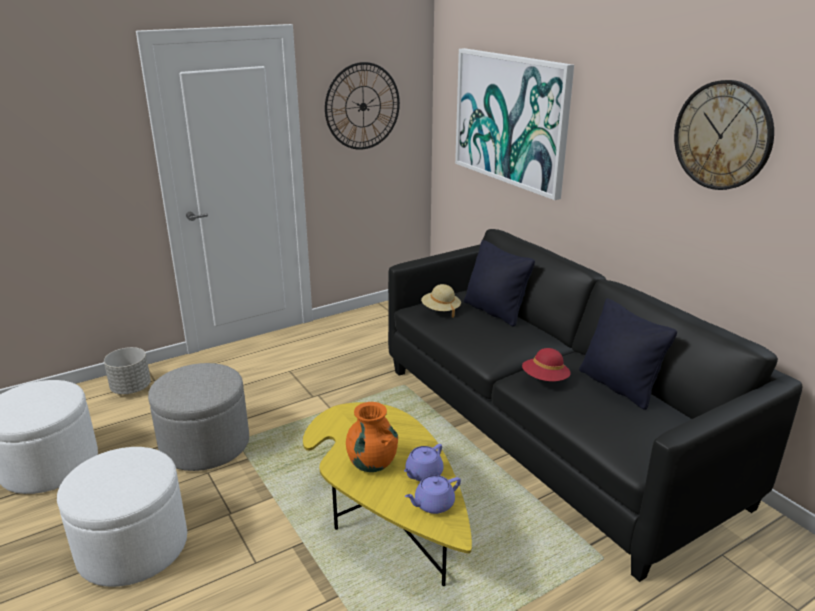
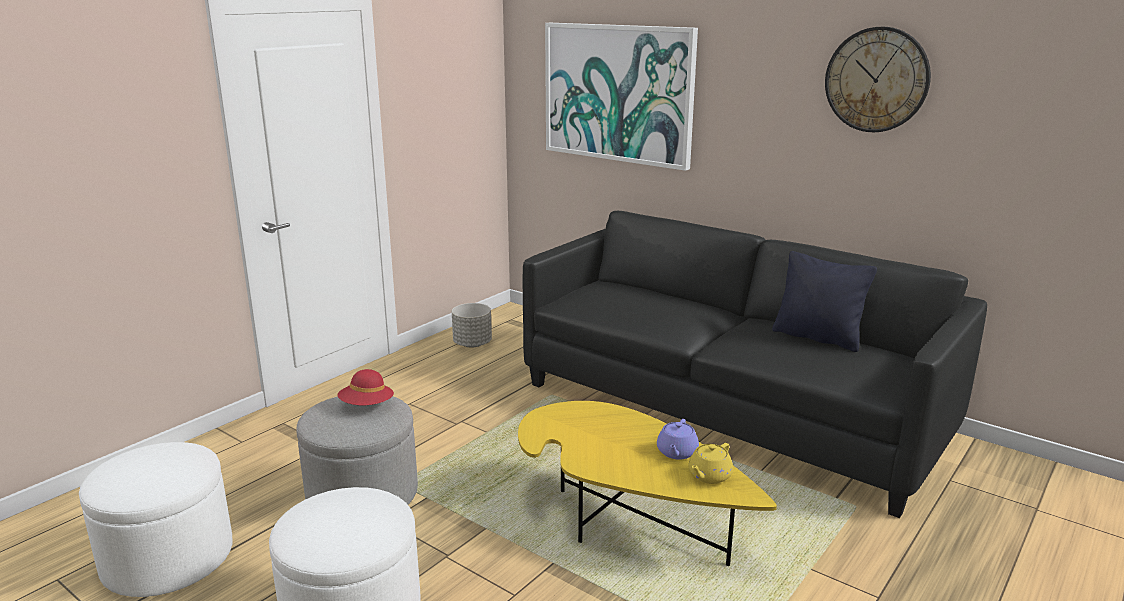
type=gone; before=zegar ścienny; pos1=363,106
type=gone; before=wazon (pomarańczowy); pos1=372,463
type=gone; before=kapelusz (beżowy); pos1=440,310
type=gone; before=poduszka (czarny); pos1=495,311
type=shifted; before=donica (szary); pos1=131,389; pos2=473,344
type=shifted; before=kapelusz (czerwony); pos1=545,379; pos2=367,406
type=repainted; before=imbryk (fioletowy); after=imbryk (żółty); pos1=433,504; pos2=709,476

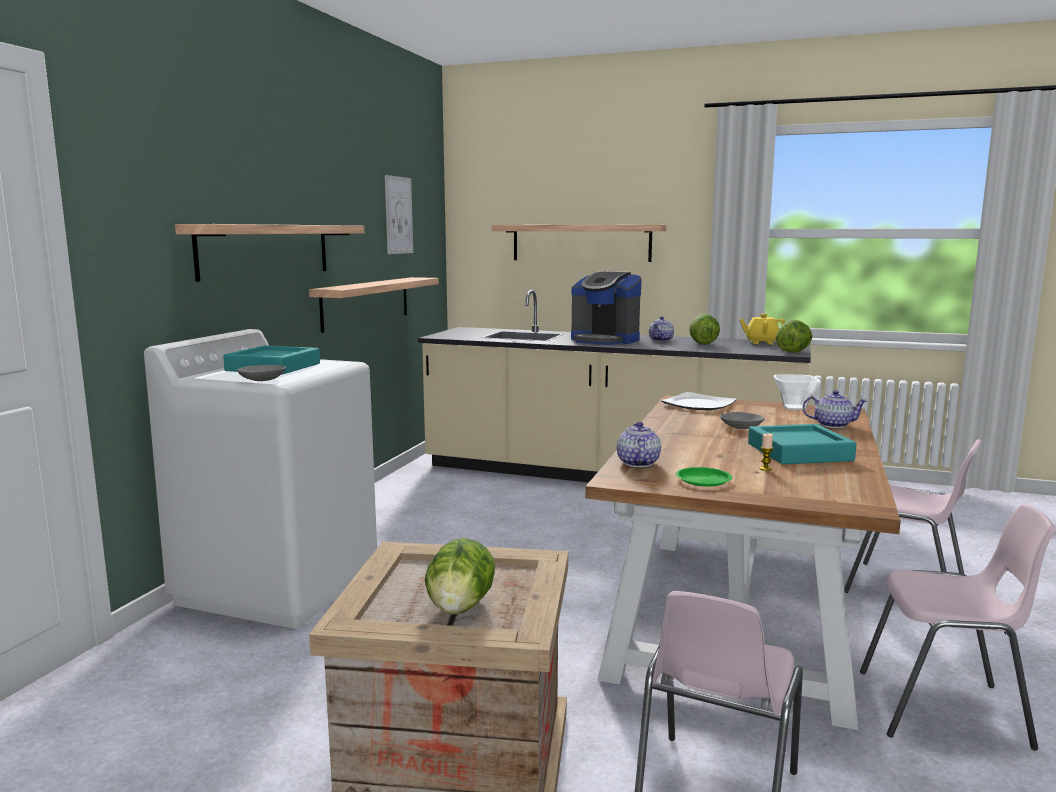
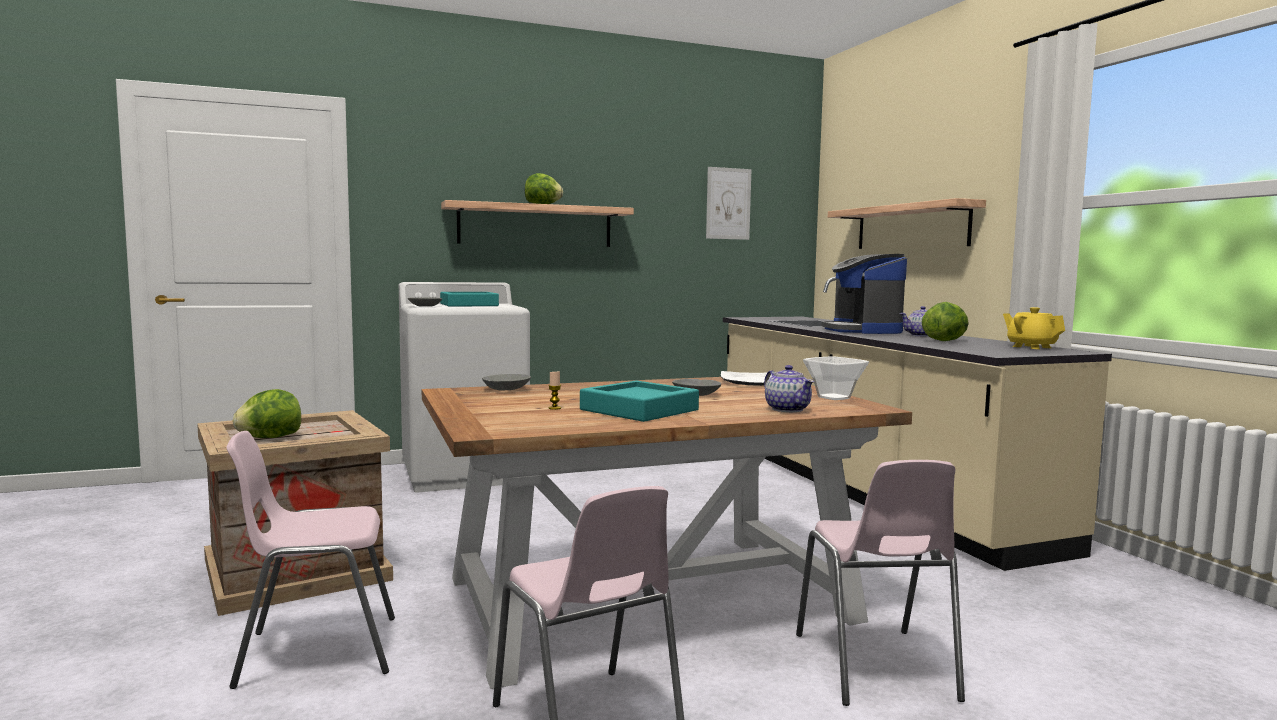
type=gone; before=półka; pos1=366,302
type=gone; before=talerz (zielony); pos1=703,480
type=shifted; before=sałata; pos1=793,352; pos2=542,204
type=swapped; before=imbryk; after=miska (szary); pos1=637,463; pos2=505,389

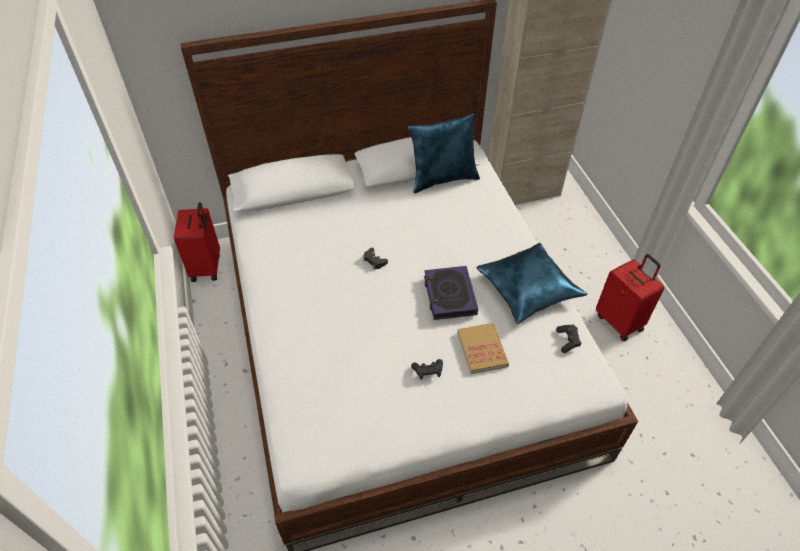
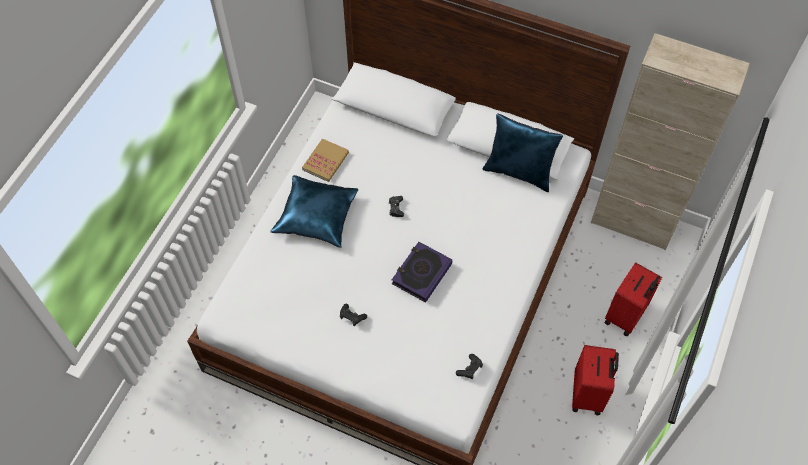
type=shifted; before=walizka (czerwony); pos1=207,267; pos2=626,316
type=shifted; before=książka; pos1=482,349; pos2=325,161
type=shifted; before=poduszka (niebieski); pos1=528,288; pos2=317,216

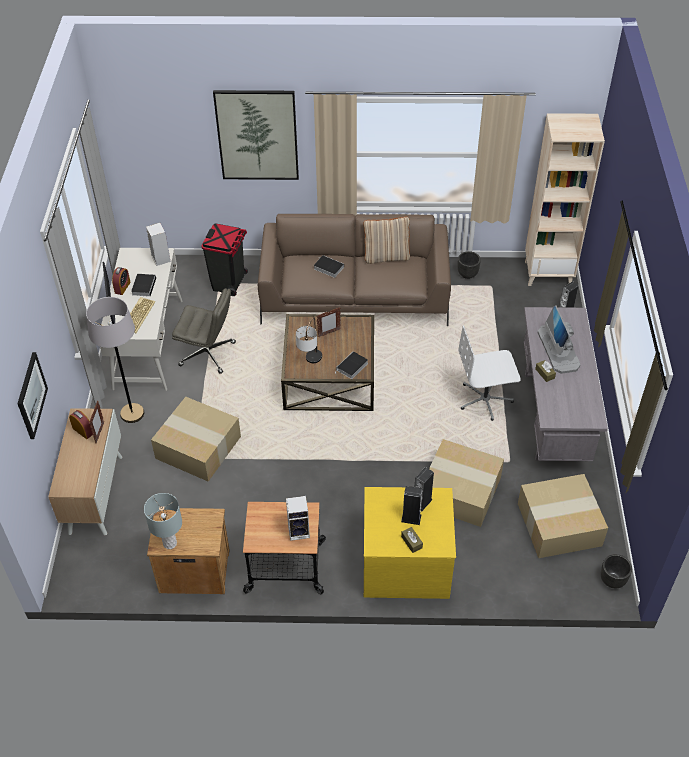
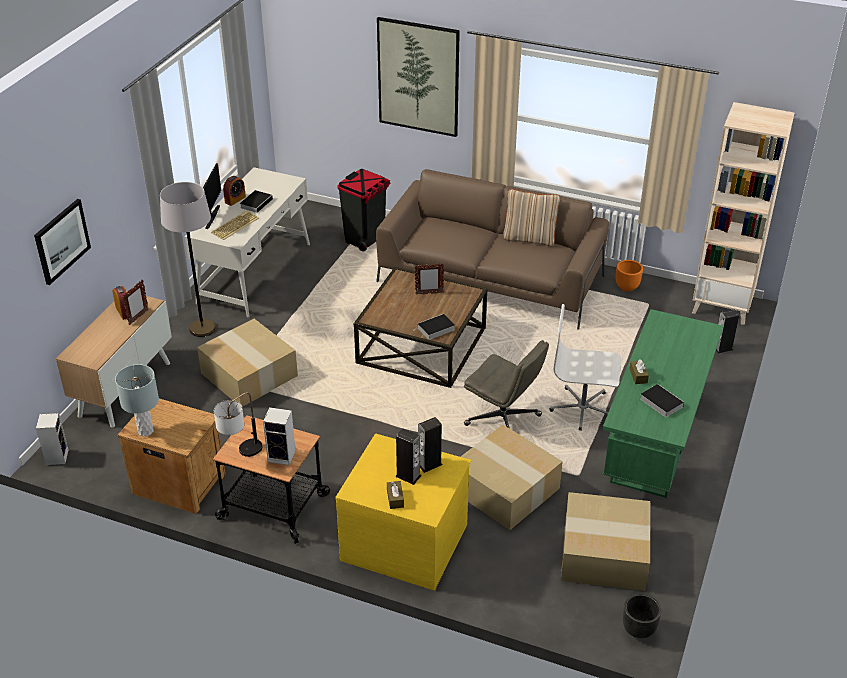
type=gone; before=monitor; pos1=558,349
type=shifted; before=głośnik; pos1=160,258; pos2=57,456
type=shifted; before=krzesło biurowe (szary); pos1=208,354; pos2=504,420
type=shifted; before=lampa stołowa; pos1=310,363; pos2=241,454
type=shifted; before=książka; pos1=327,267; pos2=660,402
type=repainted; before=donica (czarny); after=donica (pomarańczowy); pos1=467,274; pos2=627,287
type=repainted; before=biurko (szary); after=biurko (zielony); pos1=553,416; pos2=654,445

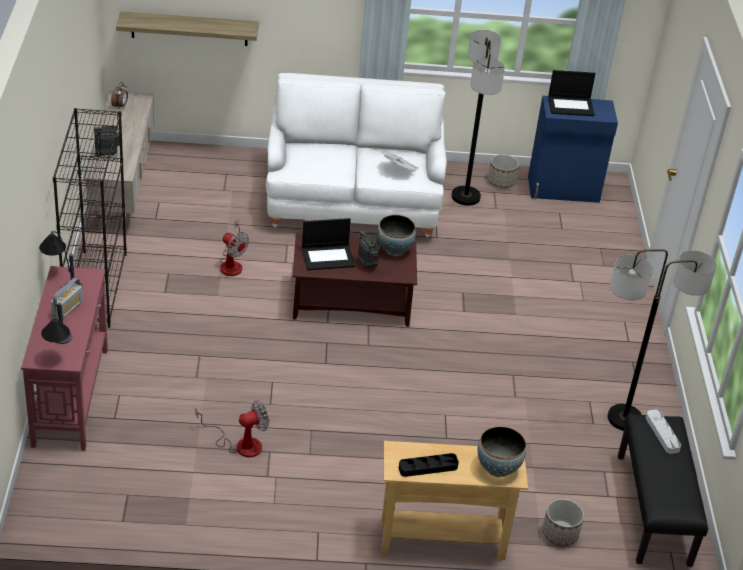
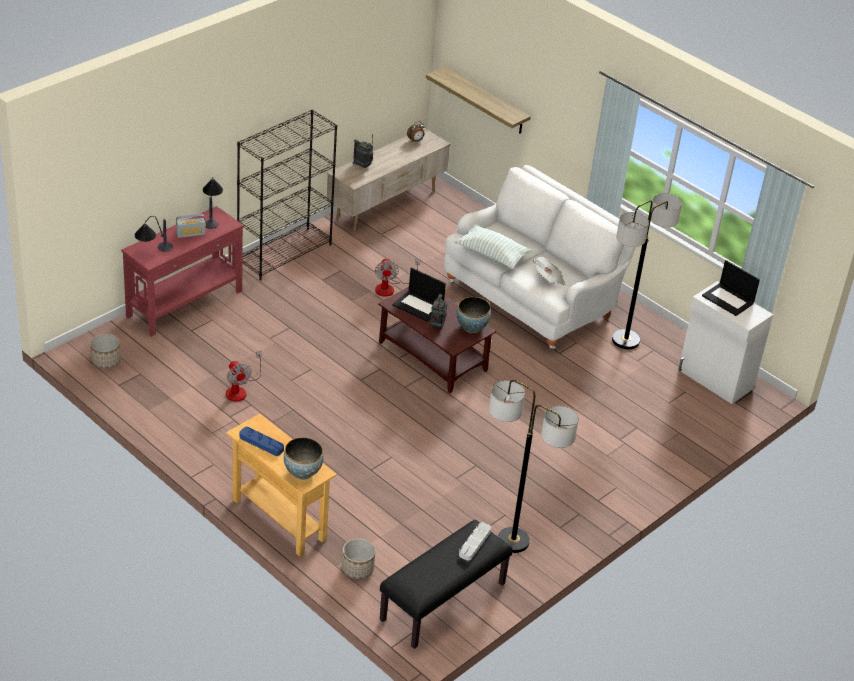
type=new; after=poduszka; pos2=492,254
type=shifted; before=donica; pos1=501,181; pos2=106,361
type=repainted; before=taca (czarny); after=taca (niebieski); pos1=428,467; pos2=261,443
type=repainted; before=szafka (niebieski); after=szafka (biały); pos1=564,190; pos2=715,379
type=rotated; before=wentylator; pos1=240,444; pos2=240,390; turn=45

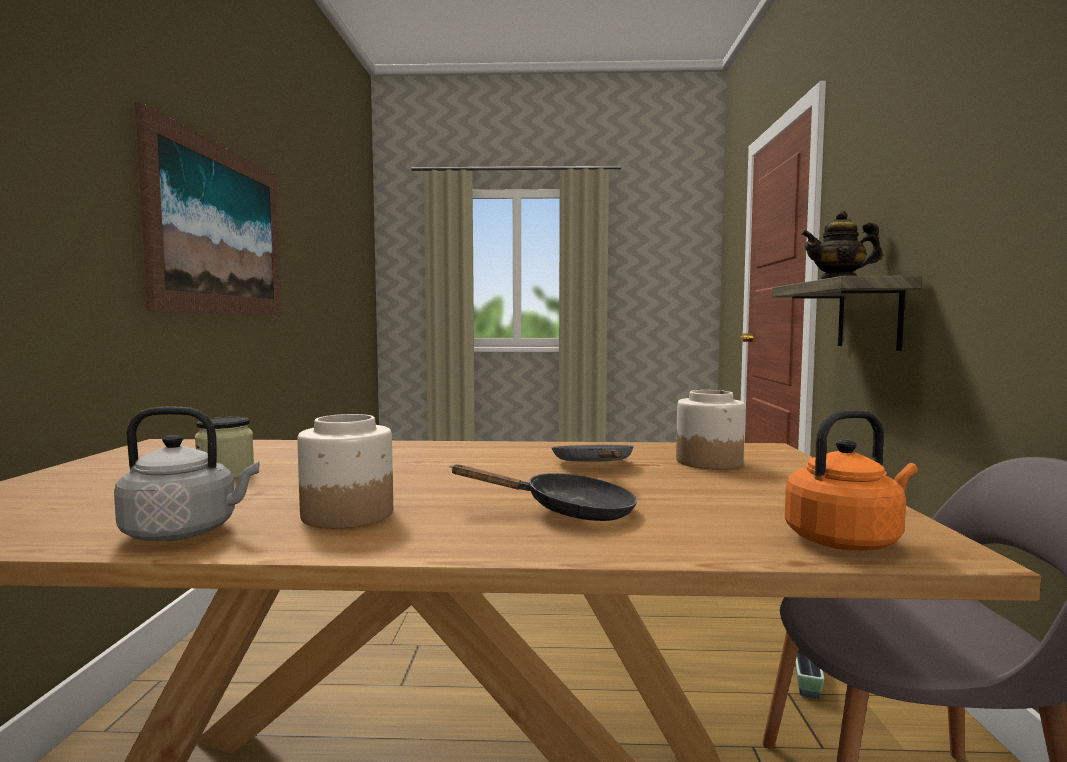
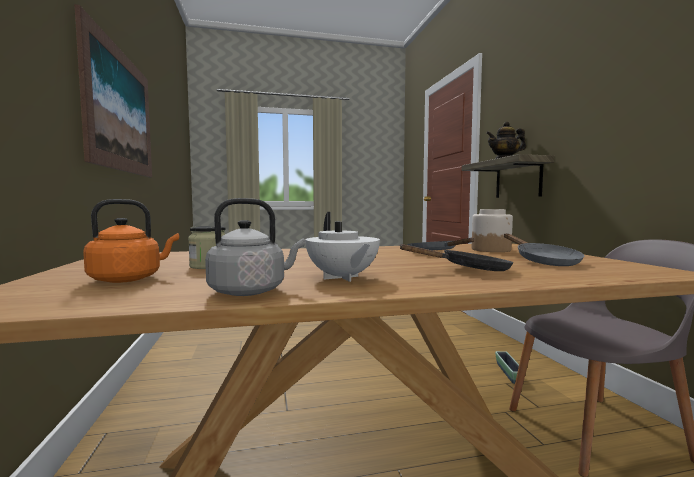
type=new; after=patelnia (szary); pos2=543,261
type=shifted; before=czajnik (pomarańczowy); pos1=846,540; pos2=129,279
type=swapped; before=słoik; after=imbryk (biały); pos1=346,515; pos2=342,278

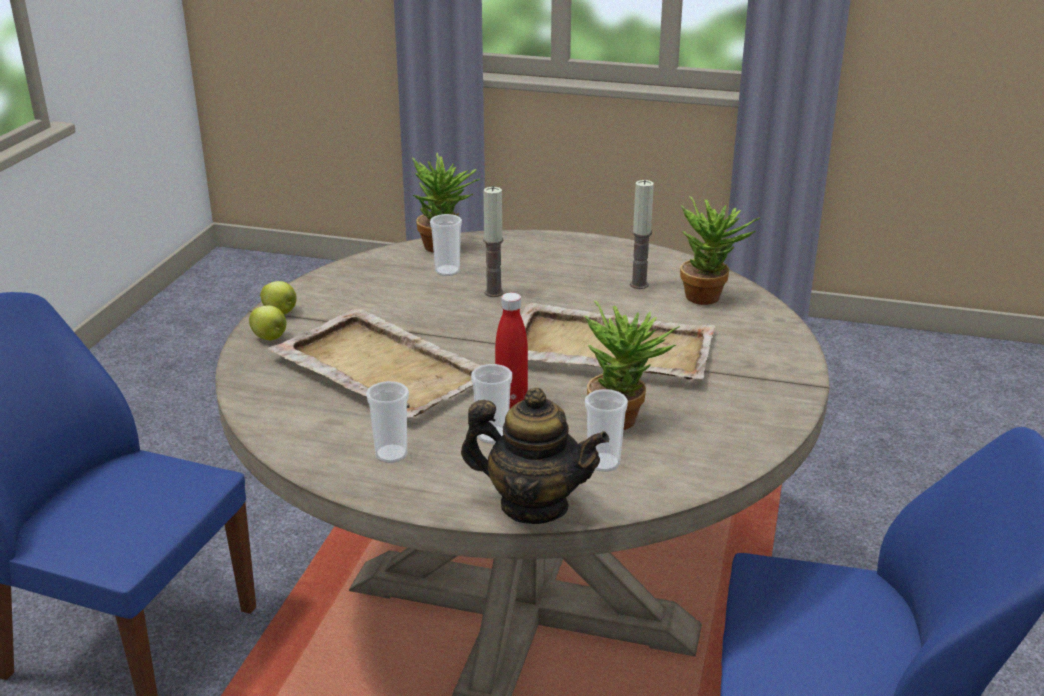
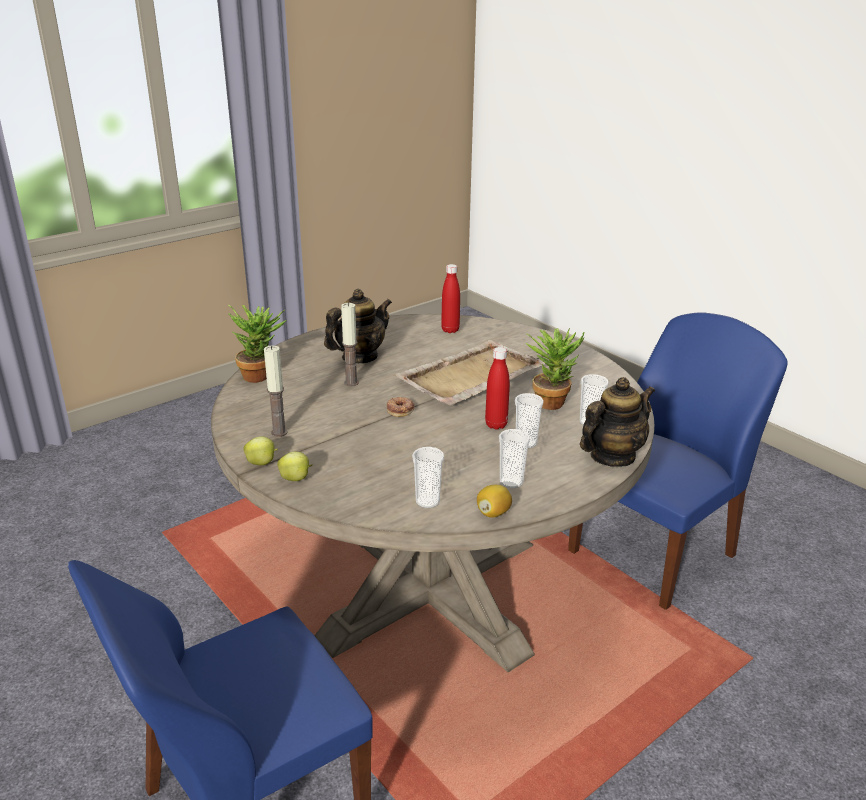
type=gone; before=taca (beżowy); pos1=381,368
type=new; after=imbryk; pos2=359,357
type=new; after=donut; pos2=400,409
type=new; after=cytryna; pos2=493,513
type=shifted; before=filiżanka; pos1=447,271; pos2=427,501
type=shifted; before=świeca; pos1=639,284; pos2=279,432
type=swapped; before=roślina doniczkowa; after=butelka (czerwony); pos1=710,297; pos2=450,330

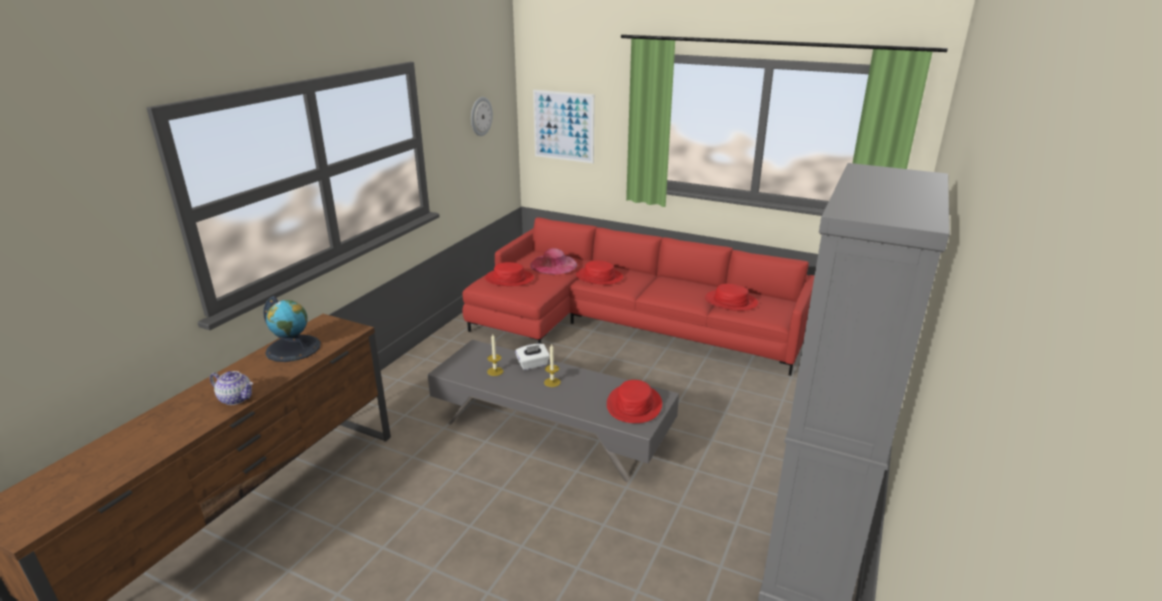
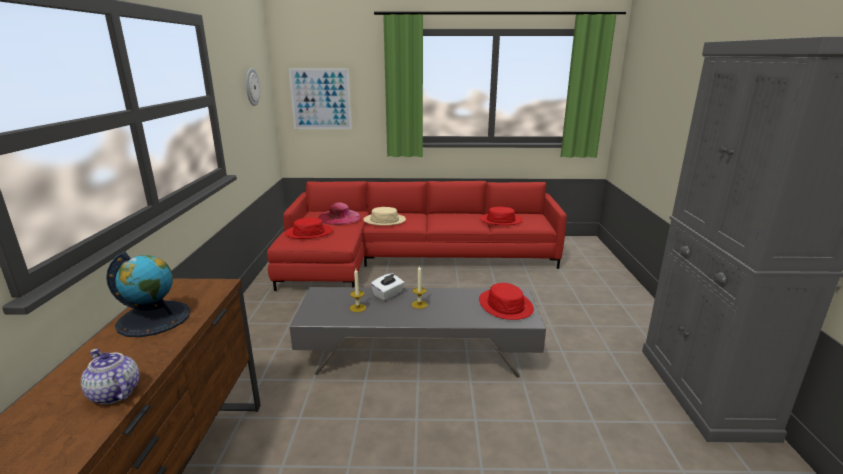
type=repainted; before=kapelusz (czerwony); after=kapelusz (beżowy); pos1=599,277; pos2=384,220
type=rotated; before=imbryk; pos1=236,398; pos2=114,393; turn=-135

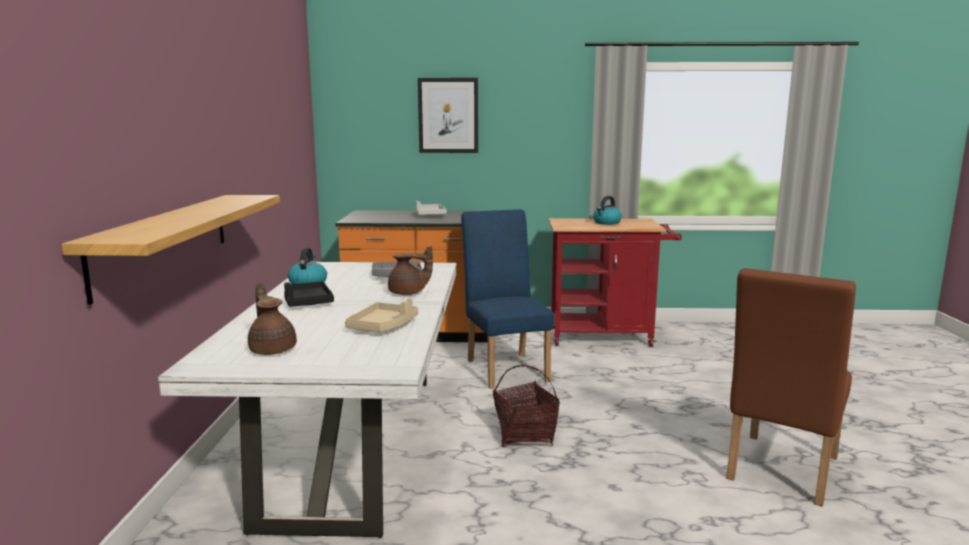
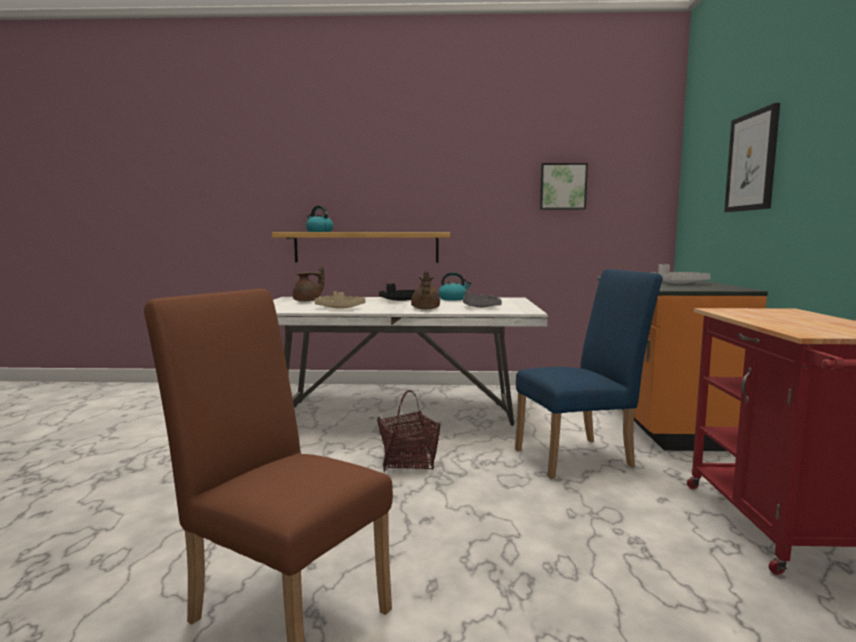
type=new; after=obraz; pos2=562,186
type=shifted; before=czajnik; pos1=606,223; pos2=319,231

